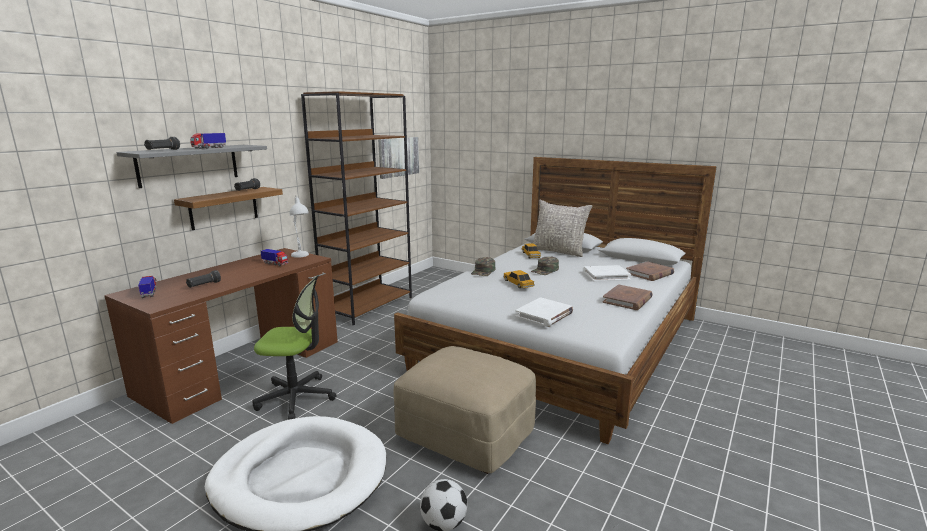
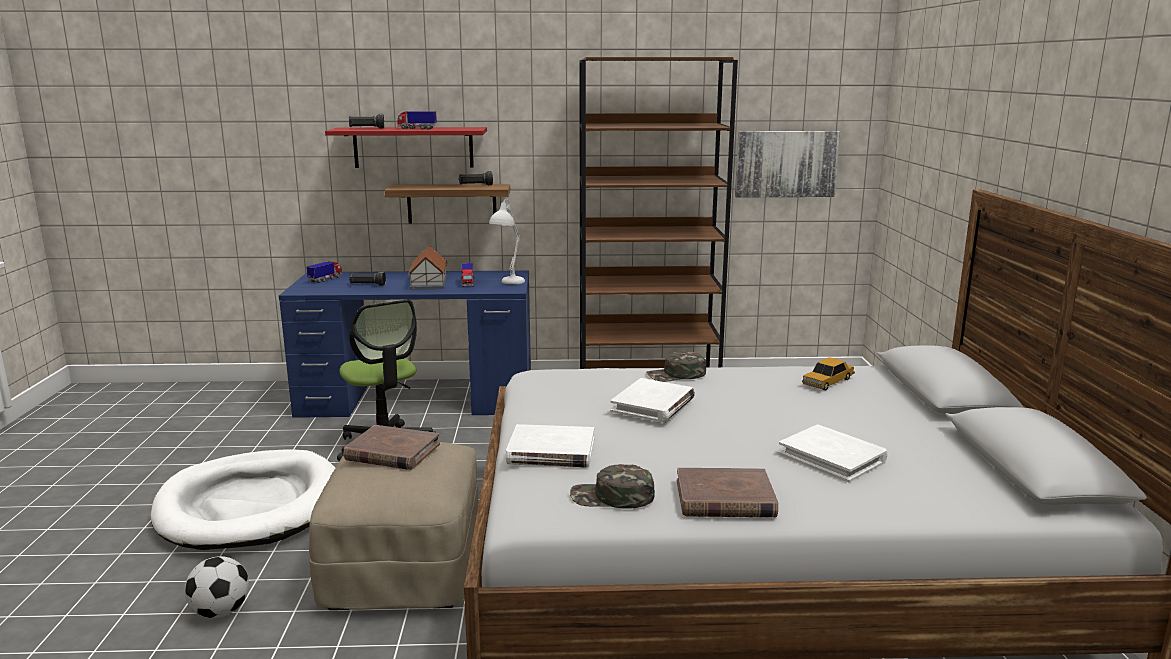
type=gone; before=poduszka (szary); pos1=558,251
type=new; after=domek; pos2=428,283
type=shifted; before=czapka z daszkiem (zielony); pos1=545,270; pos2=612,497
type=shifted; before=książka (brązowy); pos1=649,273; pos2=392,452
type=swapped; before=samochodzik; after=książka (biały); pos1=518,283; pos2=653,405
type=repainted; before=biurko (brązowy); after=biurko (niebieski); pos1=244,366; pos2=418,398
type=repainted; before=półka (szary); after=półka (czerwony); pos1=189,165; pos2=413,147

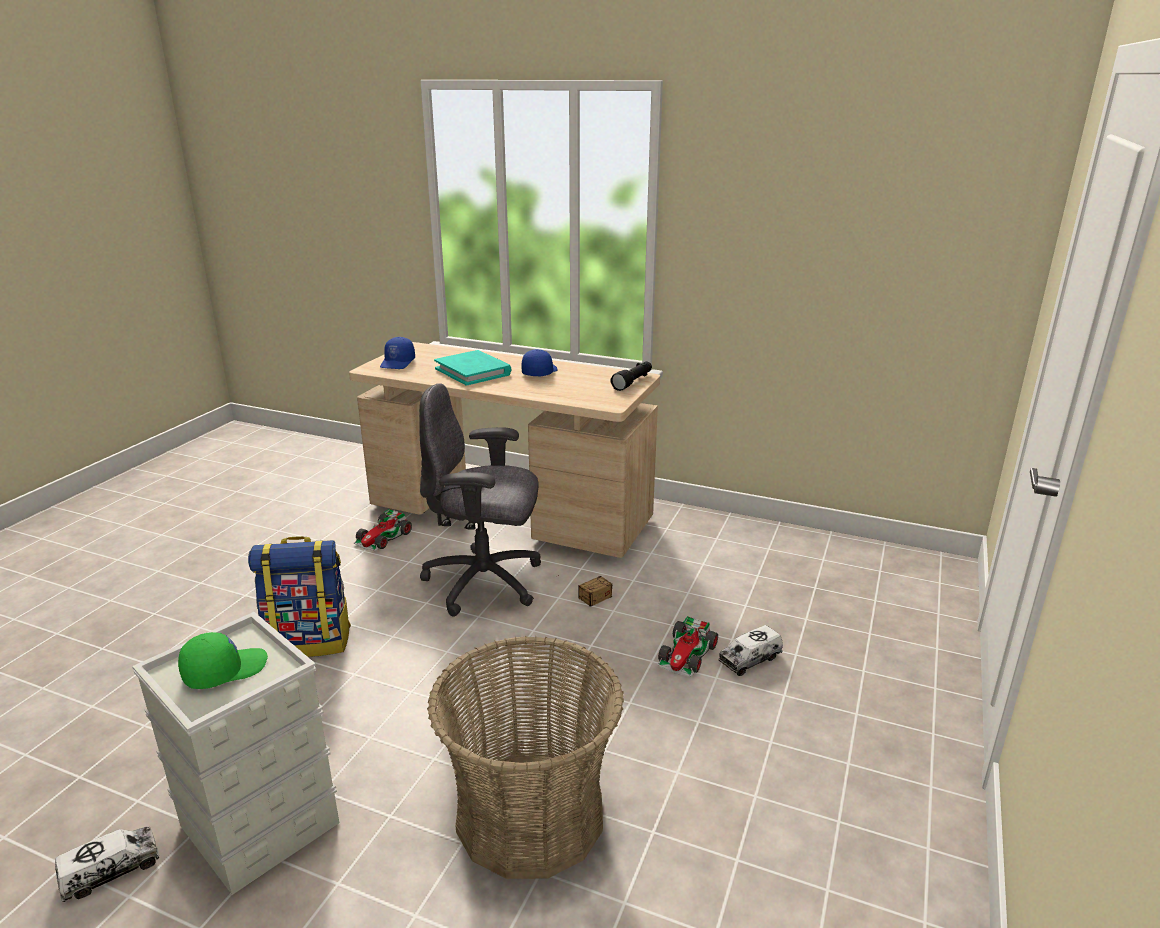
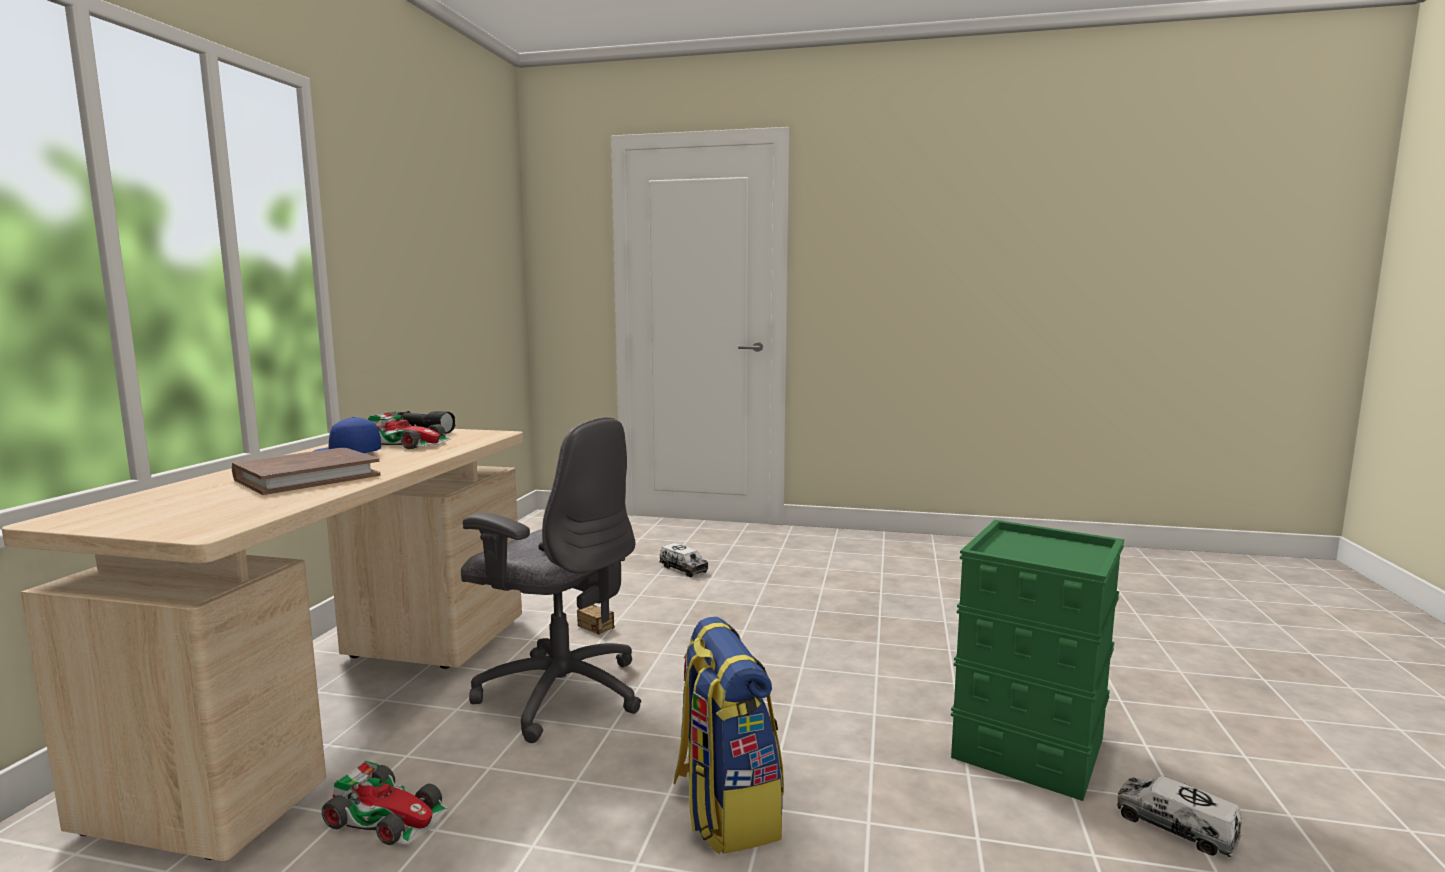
type=gone; before=czapka z daszkiem (zielony); pos1=225,670
type=gone; before=czapka z daszkiem (niebieski); pos1=398,363
type=gone; before=koszyk; pos1=530,816
type=shifted; before=samochodzik; pos1=687,655; pos2=407,444
type=repainted; before=pojemnik do przechowywania (szary); after=pojemnik do przechowywania (zielony); pos1=257,824; pos2=1030,749
type=repainted; before=książka (turkusowy); after=książka (brązowy); pos1=473,371; pos2=307,477
type=rotated; before=krzesło biurowe (szary); pos1=485,583; pos2=560,693; turn=-60

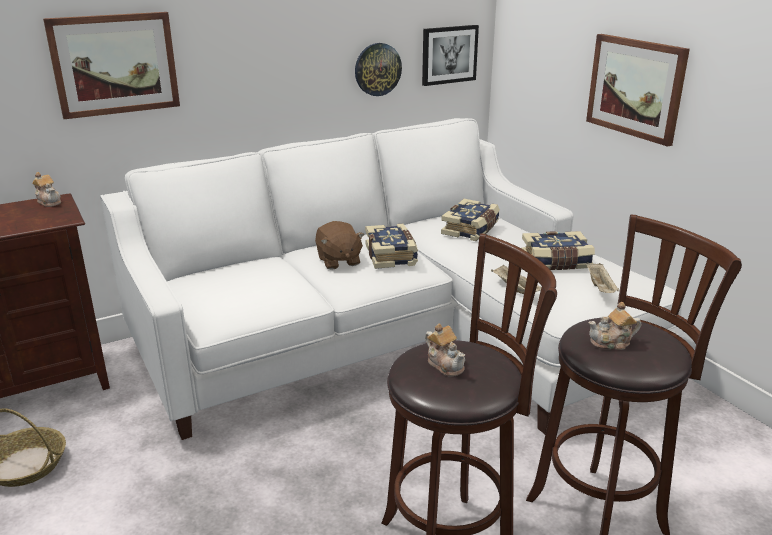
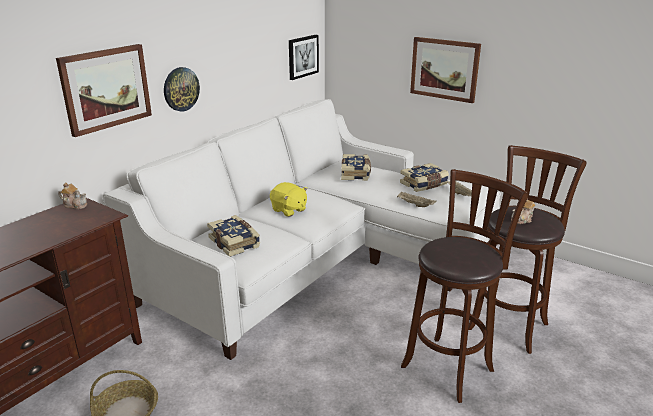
type=gone; before=imbryk; pos1=445,364
type=shifted; before=zegar ścienny; pos1=377,69; pos2=181,89
type=shifted; before=książka; pos1=392,256; pos2=235,243
type=repainted; before=pluszak (brązowy); after=pluszak (żółty); pos1=338,261; pos2=289,210

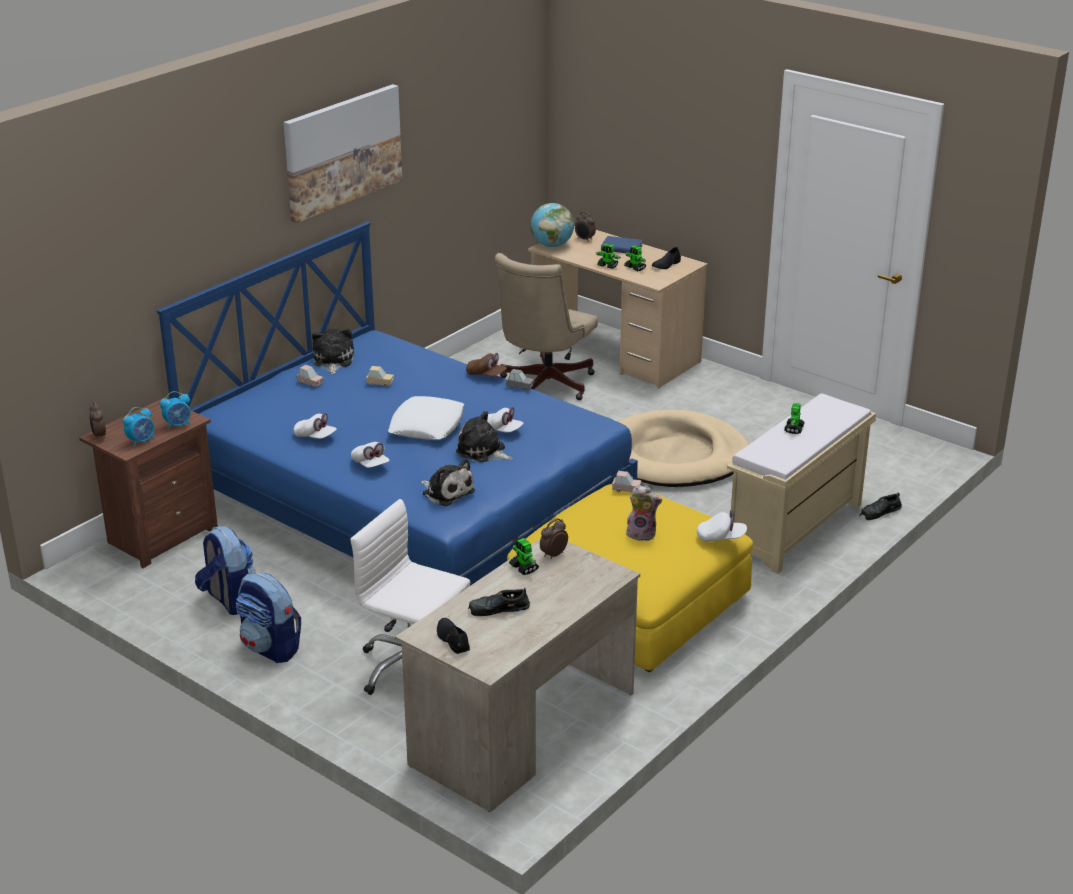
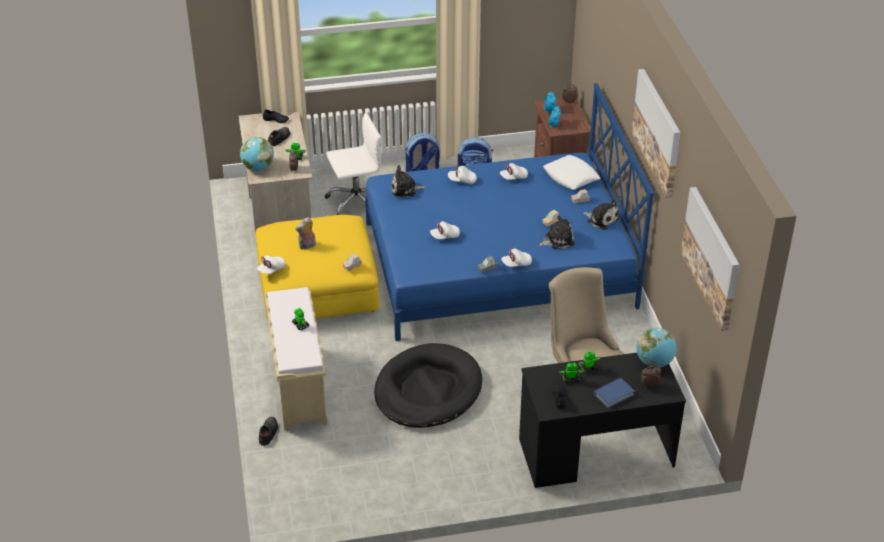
type=new; after=globus; pos2=258,168
type=new; after=obraz; pos2=711,257
type=shifted; before=poduszka (biały); pos1=427,425; pos2=571,177
type=shifted; before=pluszak; pos1=483,452; pos2=557,240
type=repainted; before=czapka z daszkiem (brązowy); after=czapka z daszkiem (biały); pos1=486,375; pos2=516,264
type=repainted; before=biurko (beżowy); after=biurko (czarny); pos1=615,352; pos2=595,453
type=repainted; before=legowisko (beżowy); after=legowisko (czarny); pos1=674,456; pos2=428,390

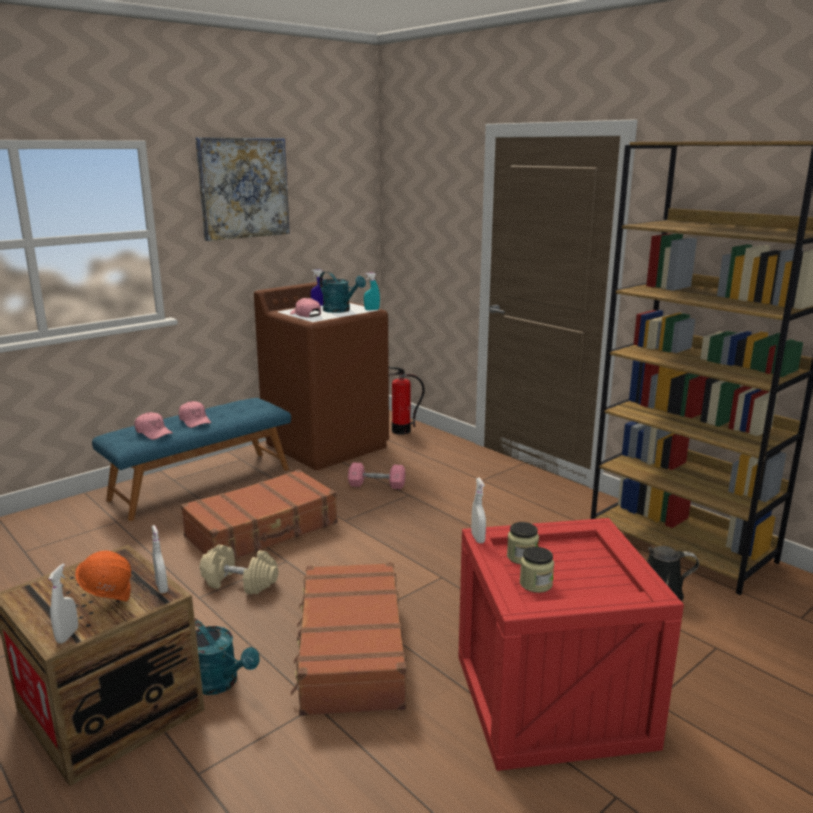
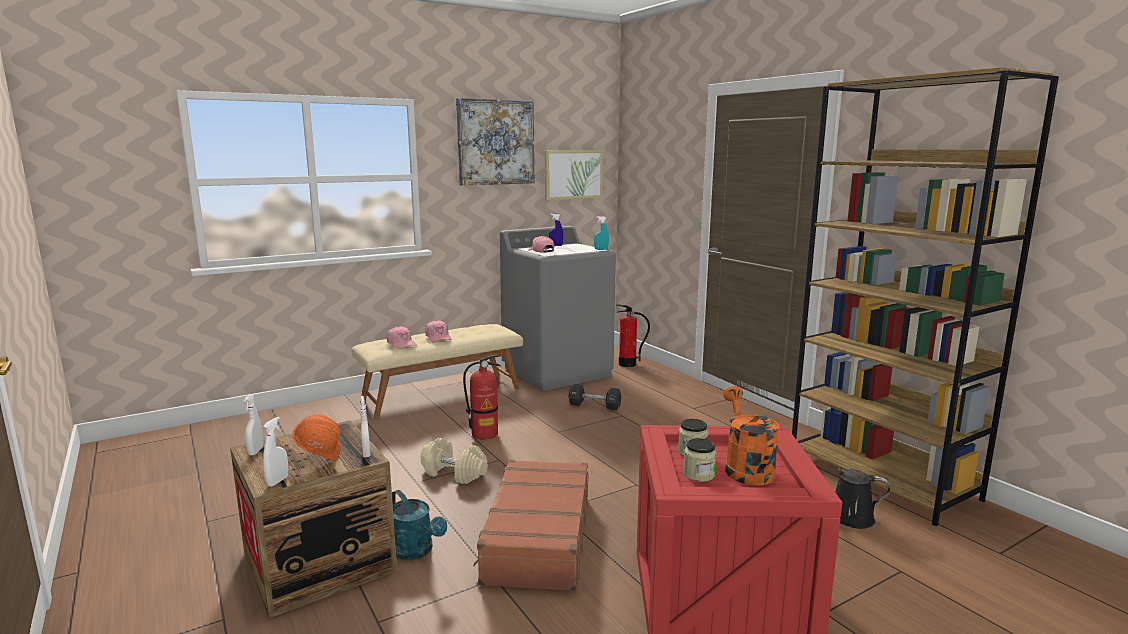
type=gone; before=konewka (turkusowy); pos1=340,310
type=new; after=obraz; pos2=573,174
type=new; after=konewka (pomarańczowy); pos2=745,467
type=shifted; before=spryskiwacz (biały); pos1=478,538; pos2=256,451
type=swapped; before=walizka (brązowy); after=gaśnica; pos1=263,530; pos2=485,434
type=repainted; before=ławka (niebieski); after=ławka (beżowy); pos1=201,483; pos2=441,394
type=repainted; before=pralka (brązowy); after=pralka (szary); pos1=327,445; pos2=557,371
type=repainted; before=hantel (różowy); after=hantel (czarny); pos1=376,485; pos2=594,405

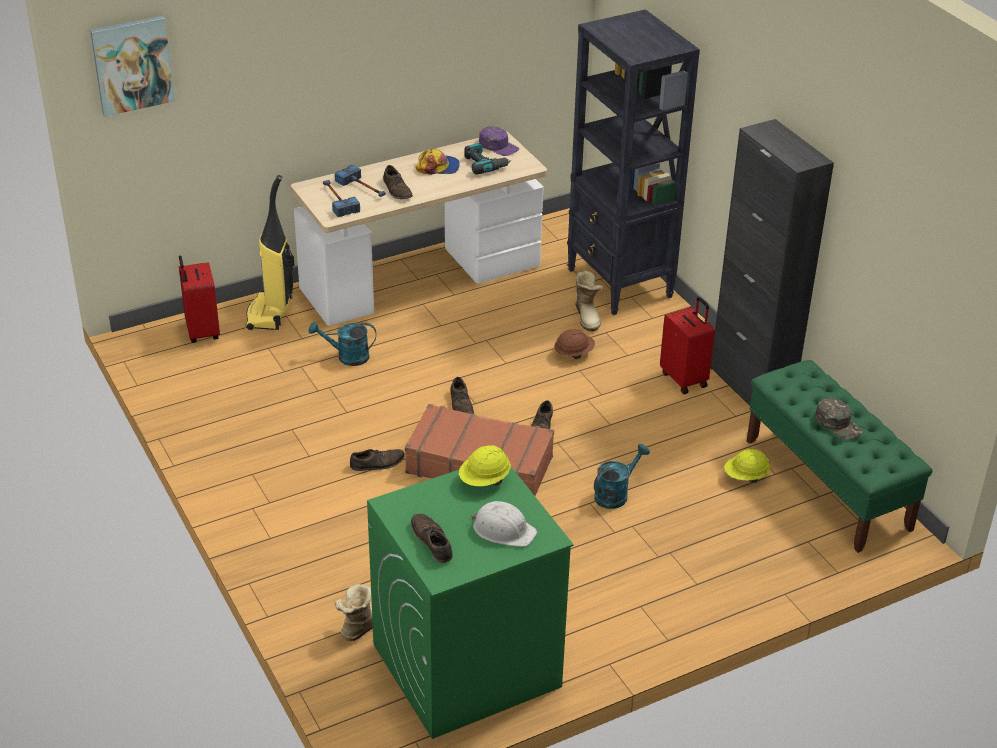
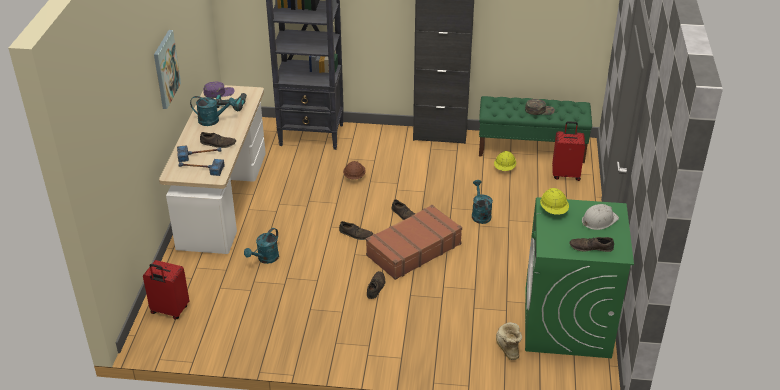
type=gone; before=odkurzacz; pos1=270,314
type=gone; before=but z cholewką; pos1=588,316
type=shifted; before=obraz; pos1=132,65; pos2=165,69
type=shifted; before=walizka (czerwony); pos1=685,379; pos2=566,174
type=swapped; before=czapka z daszkiem; after=konewka (turkusowy); pos1=438,167; pos2=213,120

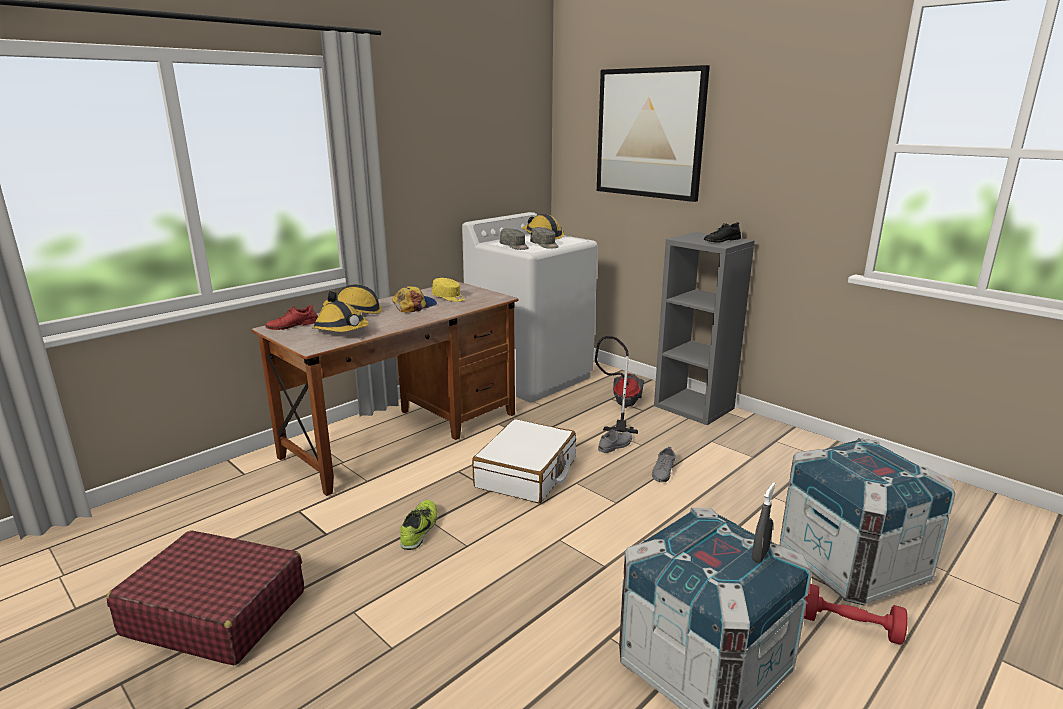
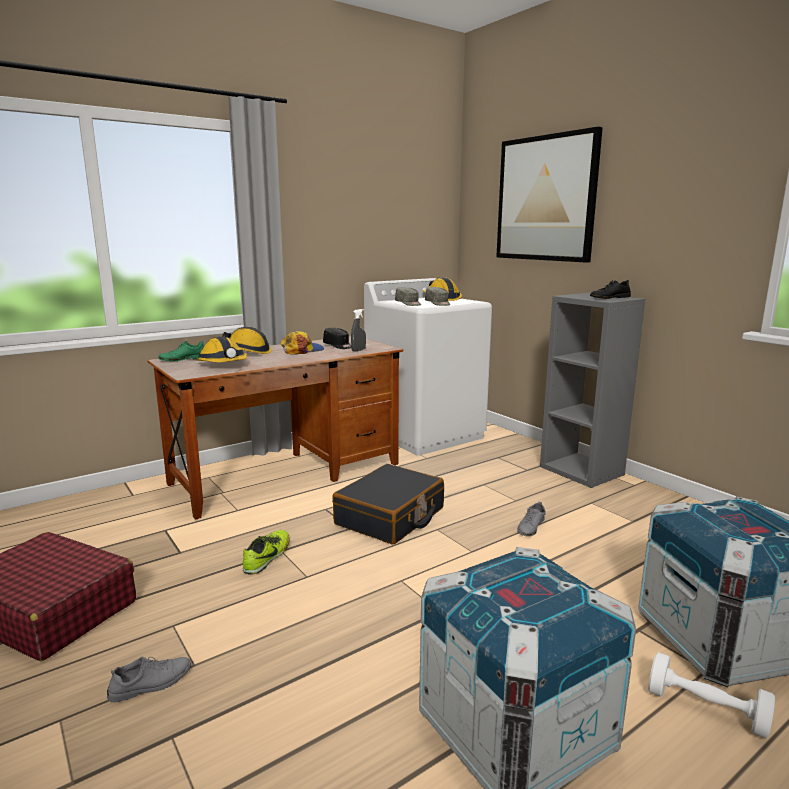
type=gone; before=odkurzacz; pos1=621,406
type=shifted; before=but (szary); pos1=615,445; pos2=151,683
type=shifted; before=spryskiwacz (szary); pos1=760,555; pos2=358,350
type=repainted; before=but (czerwony); after=but (zielony); pos1=292,325; pos2=184,359
type=repainted; before=czapka z daszkiem (żółty); after=czapka z daszkiem (czarny); pos1=449,297; pos2=338,346
type=repainted; before=walizka (biały); after=walizka (czarny); pos1=527,474; pos2=390,517
type=repainted; before=hantel (czerwony); after=hantel (biały); pos1=850,627; pos2=706,709

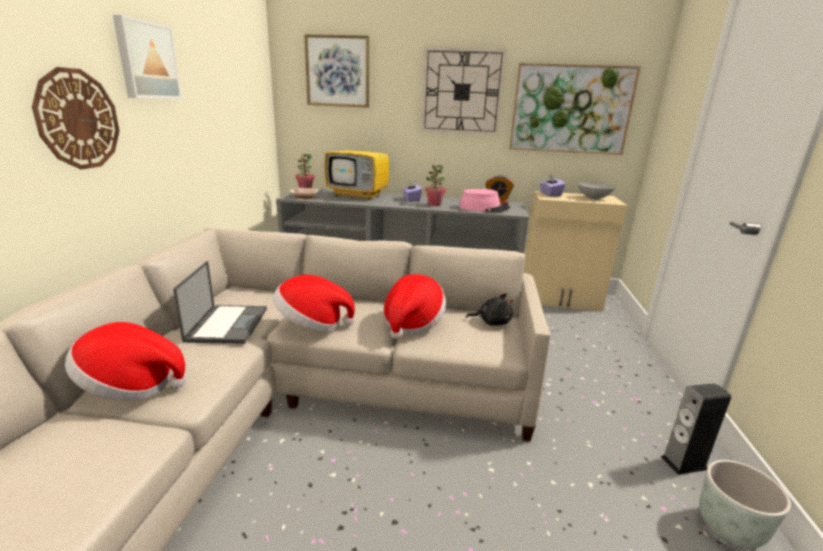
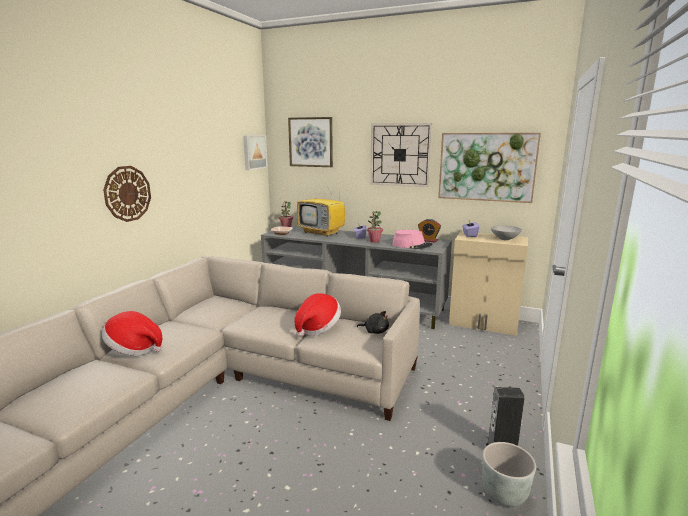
type=gone; before=laptop; pos1=227,324
type=gone; before=kapelusz; pos1=312,324
type=shifted; before=obraz; pos1=146,61; pos2=254,152

